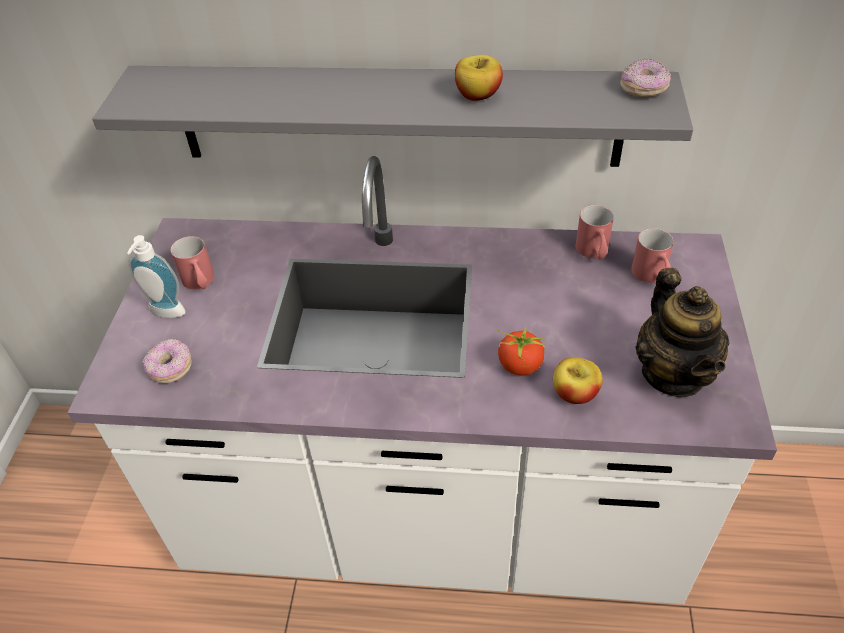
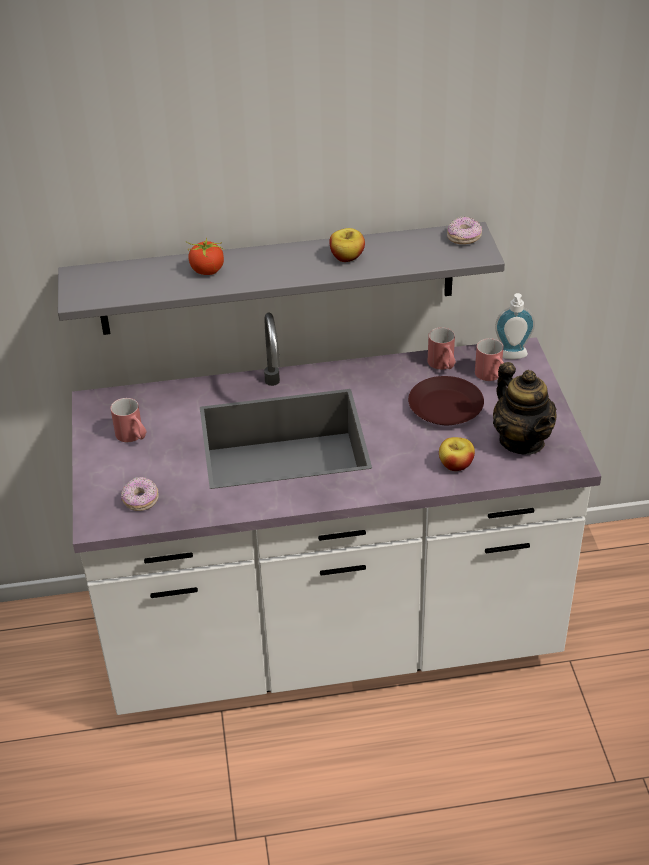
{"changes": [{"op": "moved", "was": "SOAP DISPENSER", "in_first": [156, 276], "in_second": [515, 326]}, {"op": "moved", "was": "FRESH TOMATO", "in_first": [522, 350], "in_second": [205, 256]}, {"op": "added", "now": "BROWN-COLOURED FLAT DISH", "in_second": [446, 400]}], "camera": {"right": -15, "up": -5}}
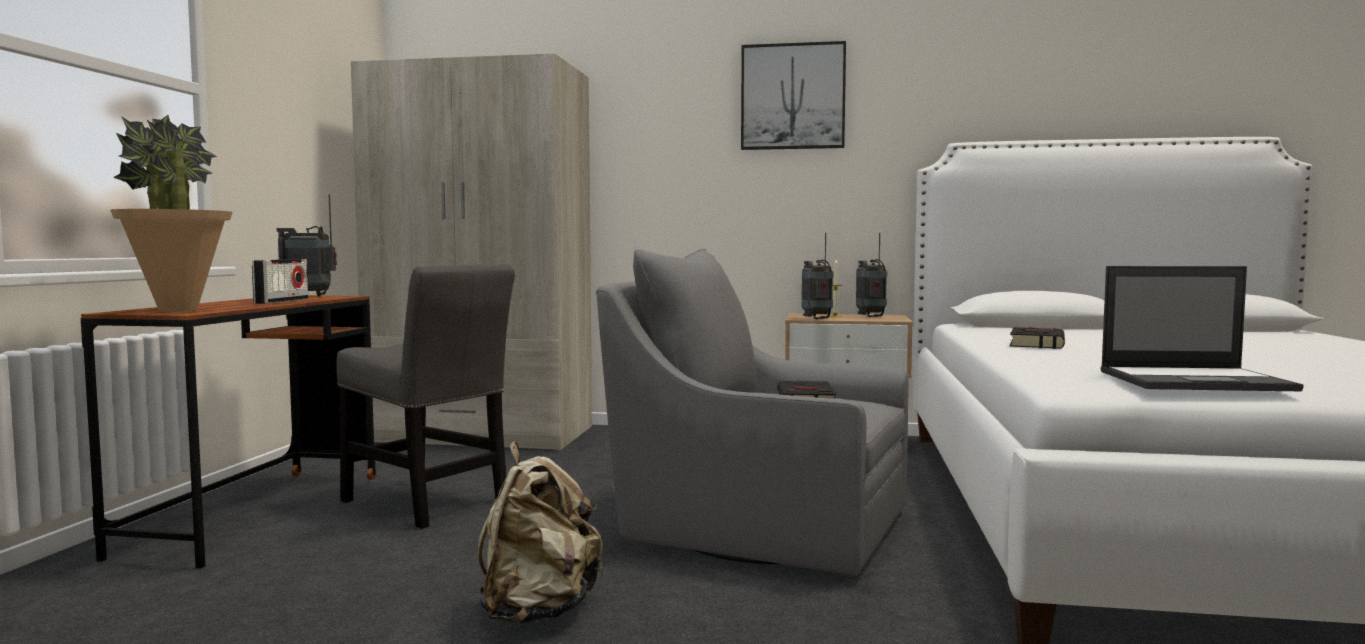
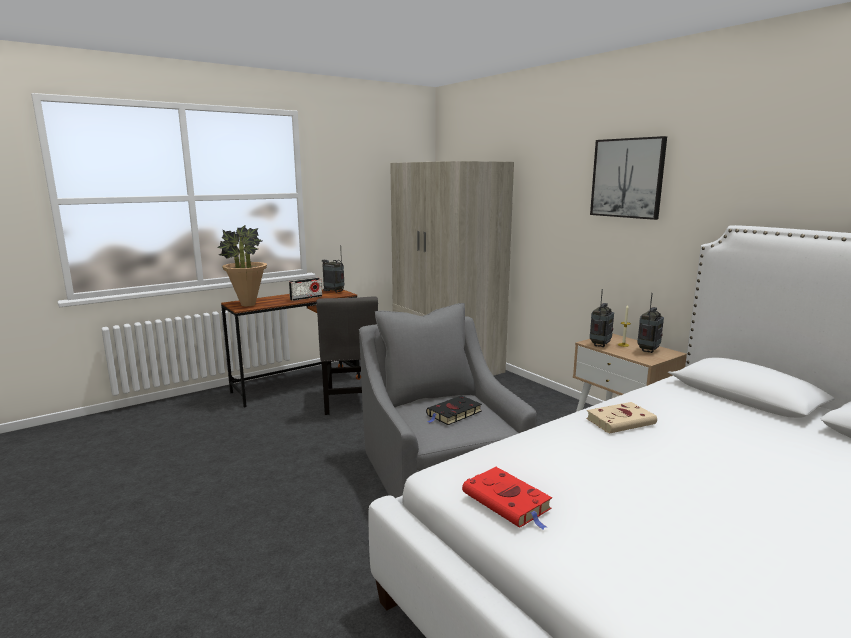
{"changes": [{"op": "replaced", "was": "NOTEBOOK COMPUTER", "now": "RED-COLOURED BOUND BOOK", "in_first": [1202, 328], "in_second": [507, 498]}, {"op": "recoloured", "was": "BLACKISH BOUND BOOK", "now": "SAND-COLOURED BOUND BOOK", "in_first": [1037, 338], "in_second": [621, 418]}, {"op": "removed", "was": "SAND-COLOURED RUCKSACK", "in_first": [541, 532]}], "camera": {"right": 45, "up": 10}}
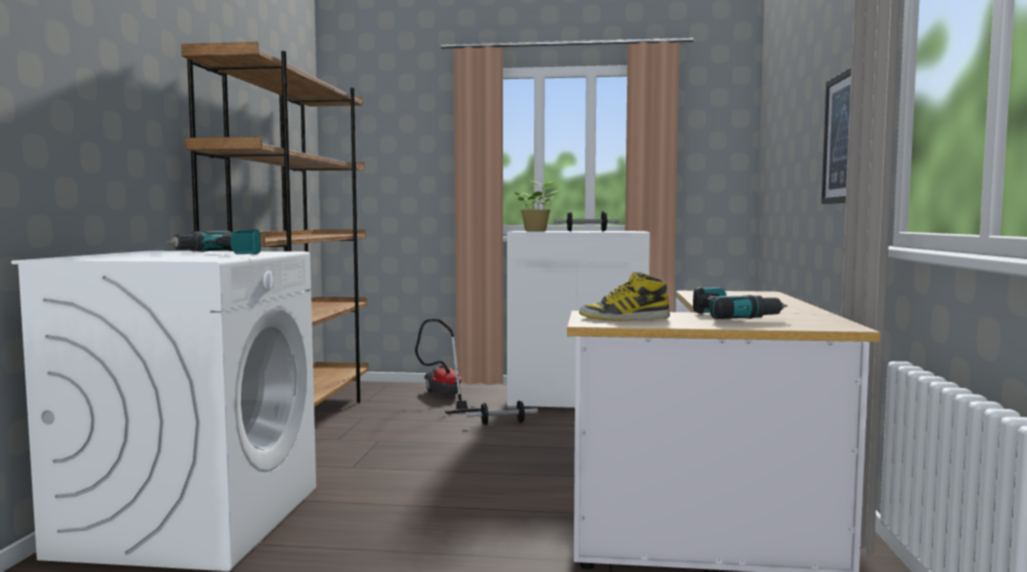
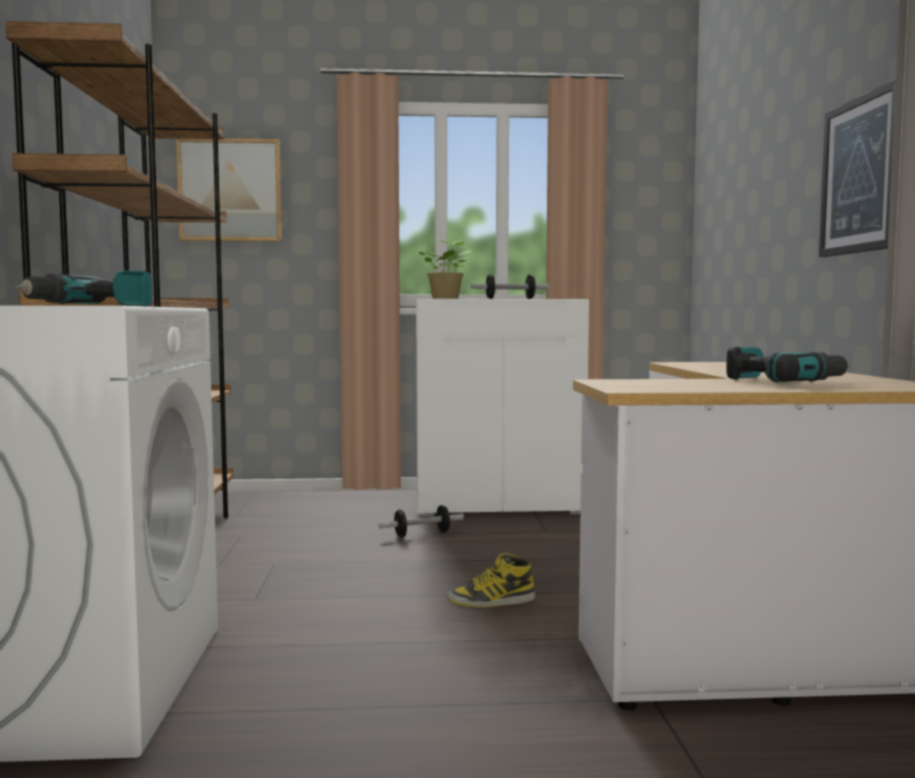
{"changes": [{"op": "moved", "was": "HIGH-TOP BOOT", "in_first": [624, 296], "in_second": [491, 580]}, {"op": "removed", "was": "VACUUM", "in_first": [448, 366]}, {"op": "added", "now": "WALL ART", "in_second": [229, 190]}], "camera": {"right": -10, "up": 0}}
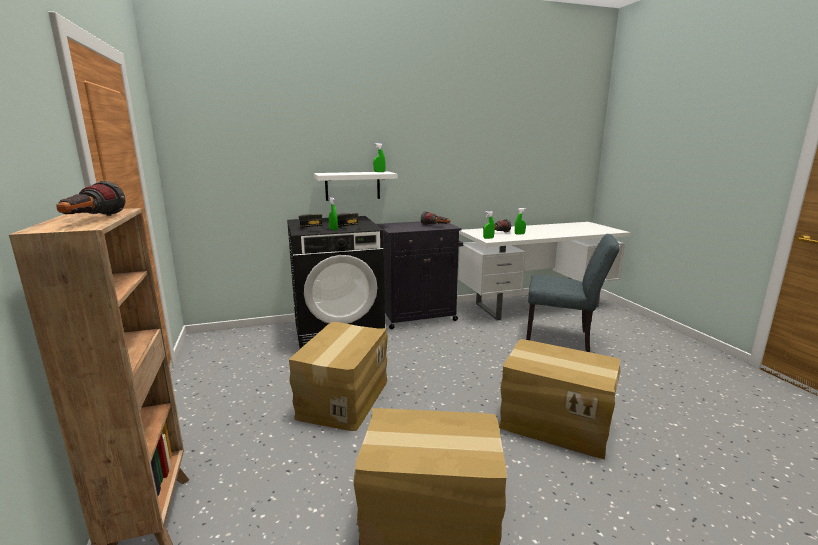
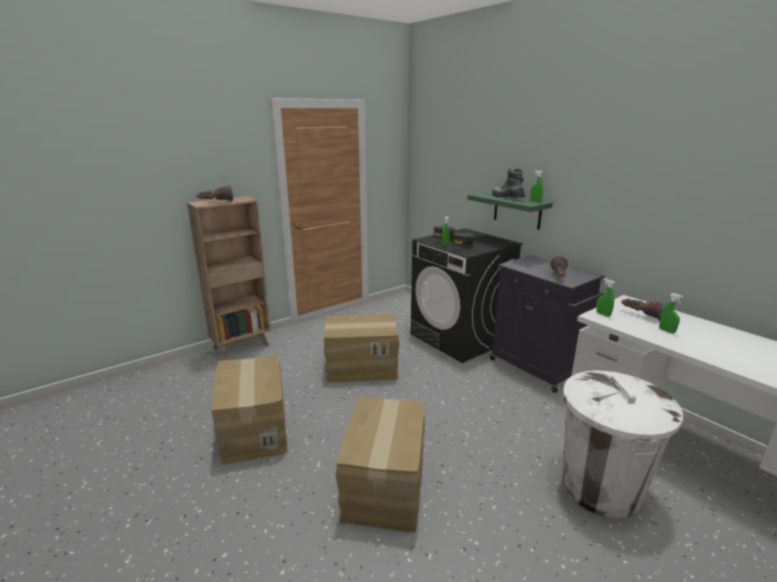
{"changes": [{"op": "recoloured", "was": "WHITE-COLOURED SHELF", "now": "GREENISH SHELF", "in_first": [355, 186], "in_second": [510, 211]}, {"op": "replaced", "was": "GREYISH UPRIGHT CHAIR", "now": "WHITE-COLOURED RUBBISH BIN", "in_first": [573, 293], "in_second": [622, 444]}, {"op": "added", "now": "HIGH-TOP BOOT", "in_second": [508, 183]}], "camera": {"right": 70, "up": 5}}
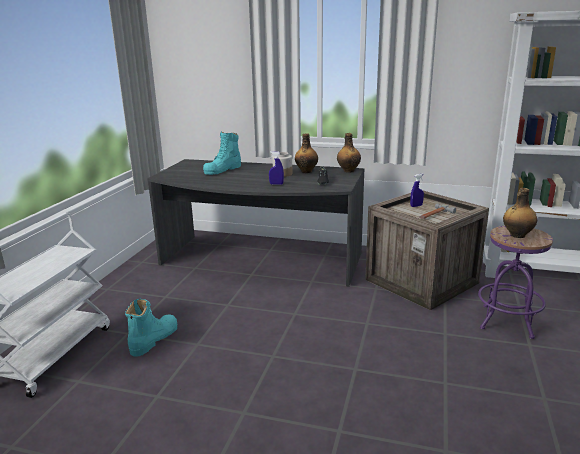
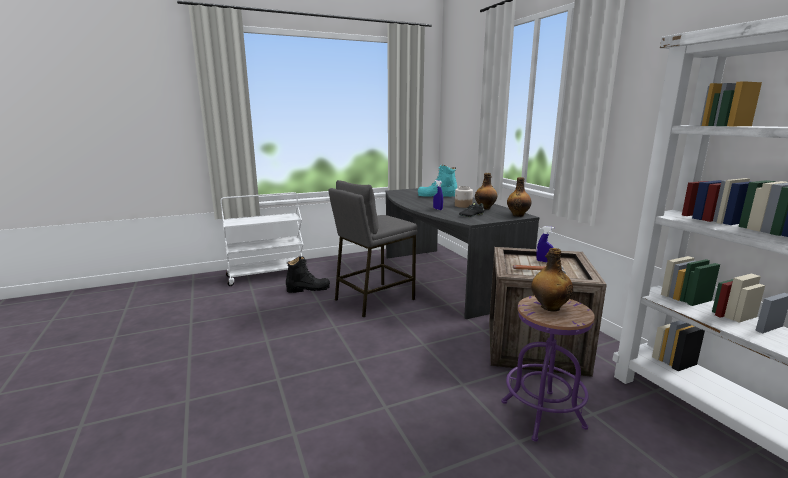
{"changes": [{"op": "recoloured", "was": "TURQUOISE HIGH-TOP BOOT", "now": "BLACKISH HIGH-TOP BOOT", "in_first": [151, 327], "in_second": [308, 274]}, {"op": "added", "now": "GREYISH SITTING STOOL", "in_second": [372, 248]}], "camera": {"right": 50, "up": -5}}
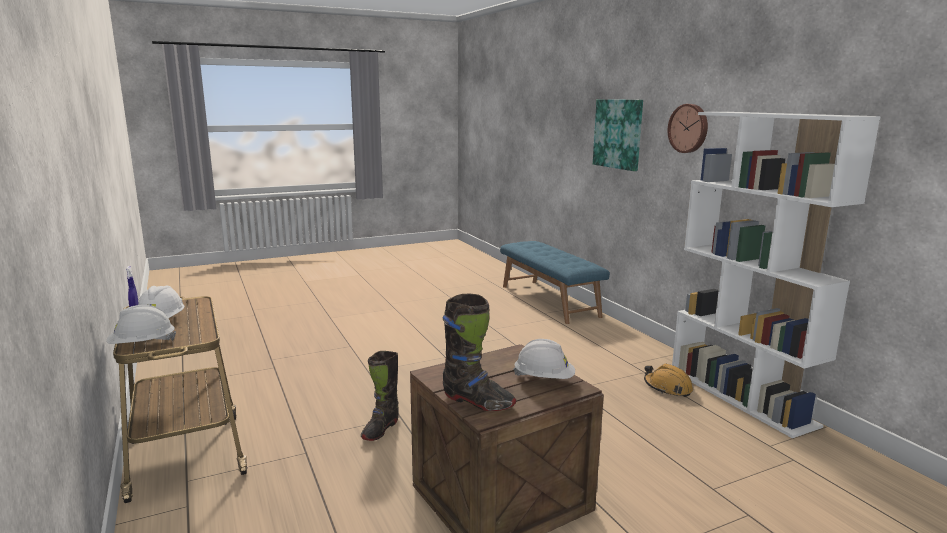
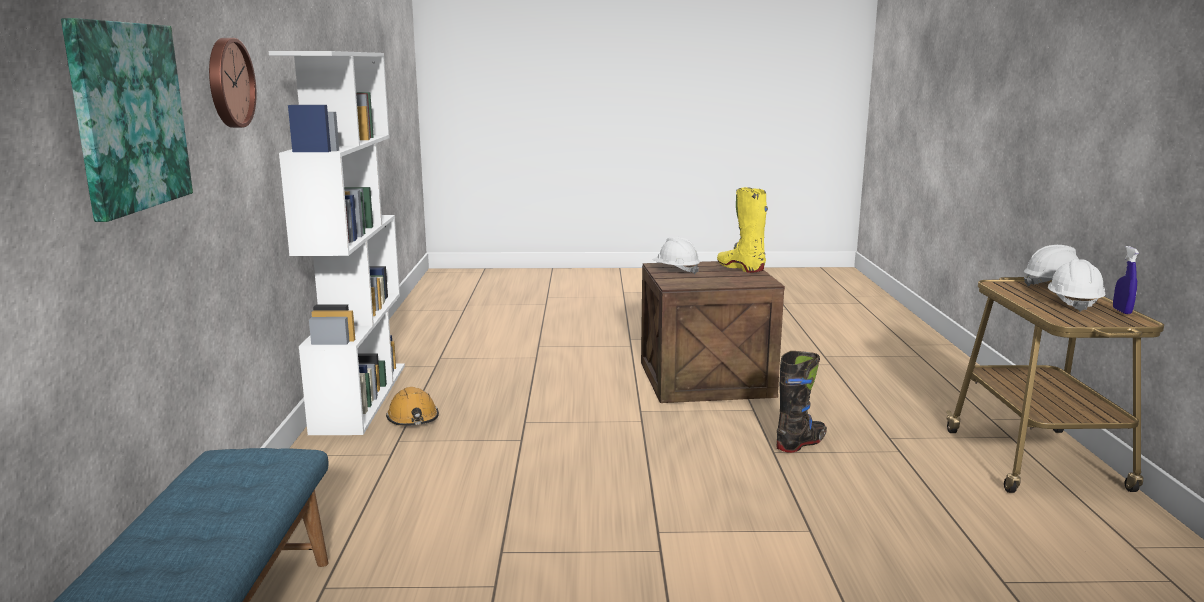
{"changes": [{"op": "recoloured", "was": "BLACKISH HIGH-TOP BOOT", "now": "YELLOW HIGH-TOP BOOT", "in_first": [479, 352], "in_second": [742, 230]}], "camera": {"right": -155, "up": 0}}
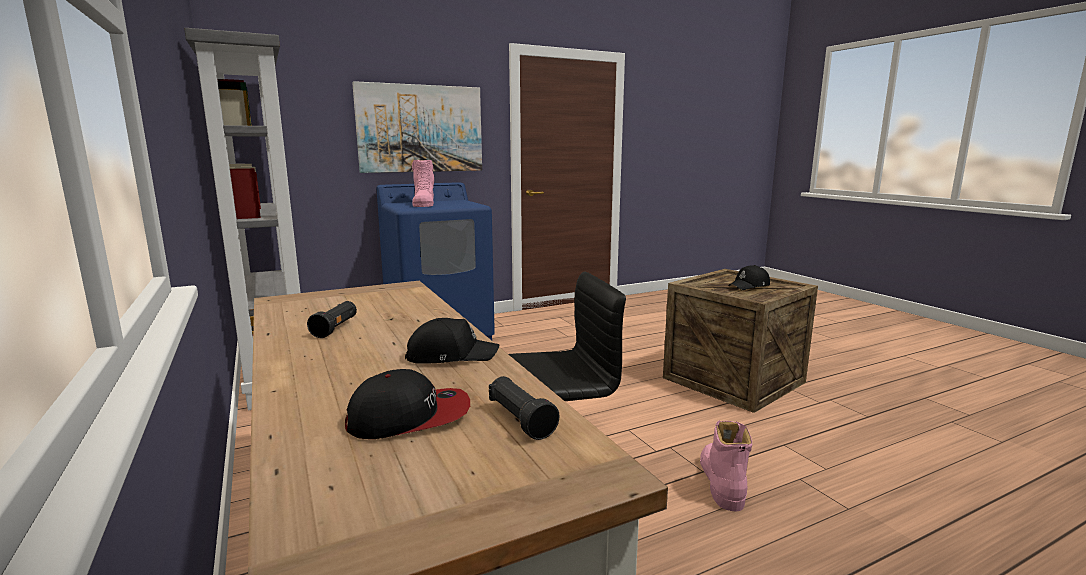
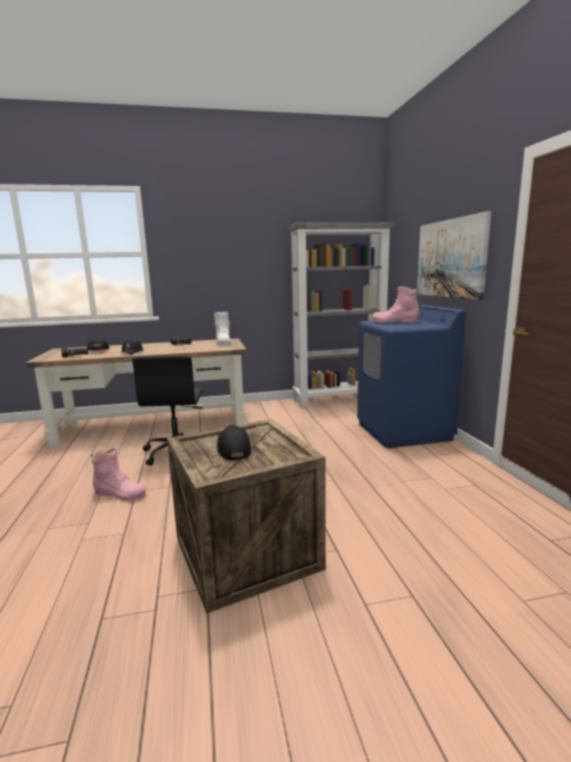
{"changes": [{"op": "added", "now": "WHITE-COLOURED HIGH-TOP BOOT", "in_second": [222, 328]}], "camera": {"right": 105, "up": 0}}
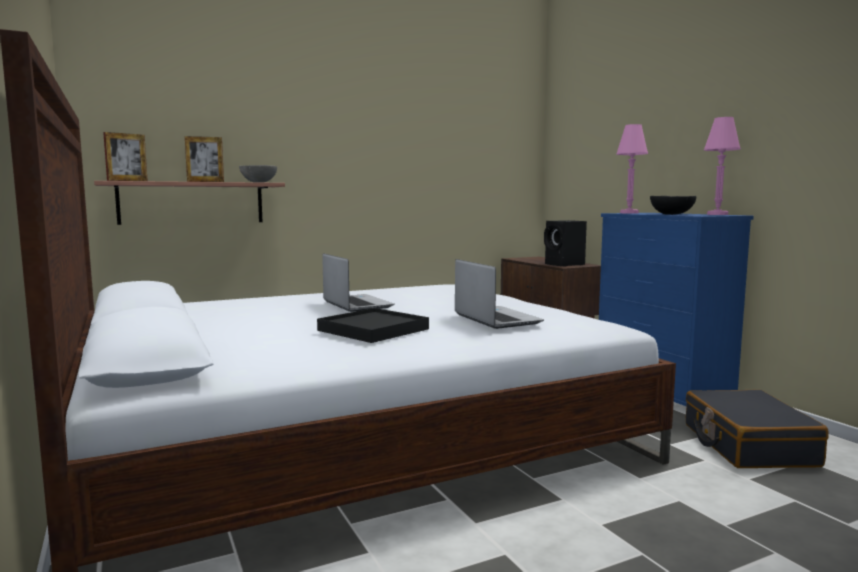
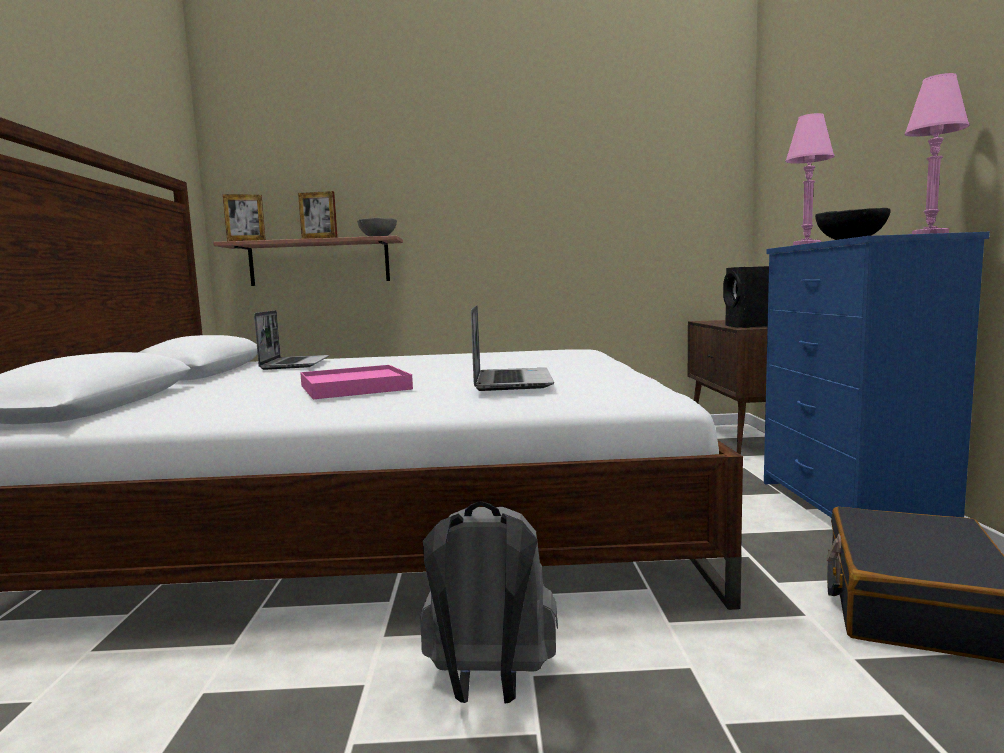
{"changes": [{"op": "moved", "was": "NOTEBOOK COMPUTER", "in_first": [358, 282], "in_second": [291, 340]}, {"op": "recoloured", "was": "BLACKISH SERVING TRAY", "now": "PINK SERVING TRAY", "in_first": [373, 325], "in_second": [356, 382]}, {"op": "added", "now": "GREYISH RUCKSACK", "in_second": [489, 602]}], "camera": {"right": 25, "up": 0}}
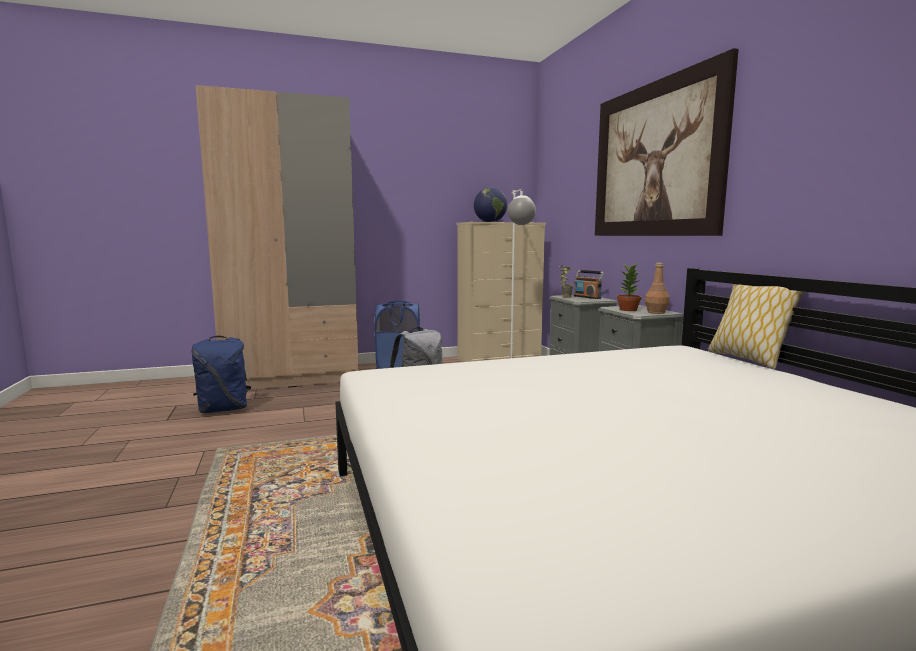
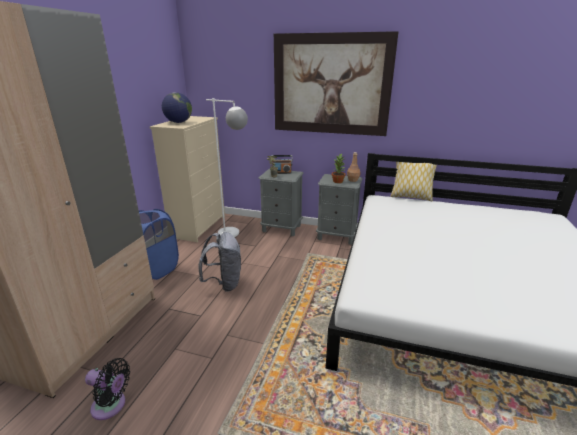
{"changes": [{"op": "replaced", "was": "BLUISH RUCKSACK", "now": "BLACKISH ELECTRIC FAN", "in_first": [221, 374], "in_second": [107, 389]}], "camera": {"right": -55, "up": 15}}
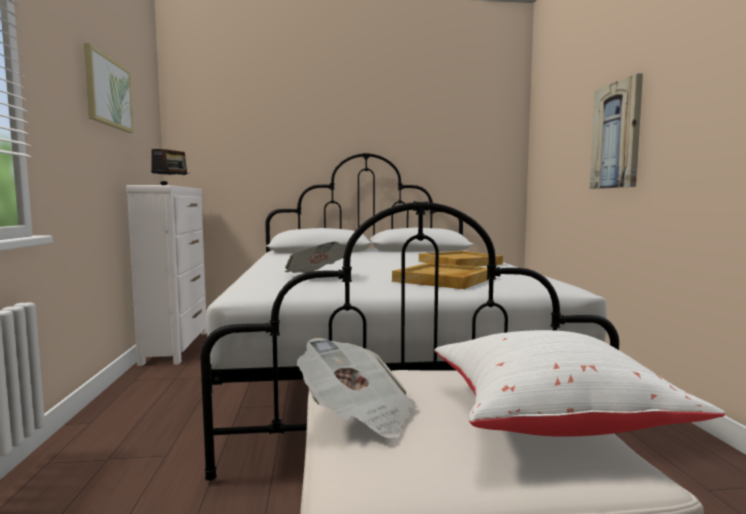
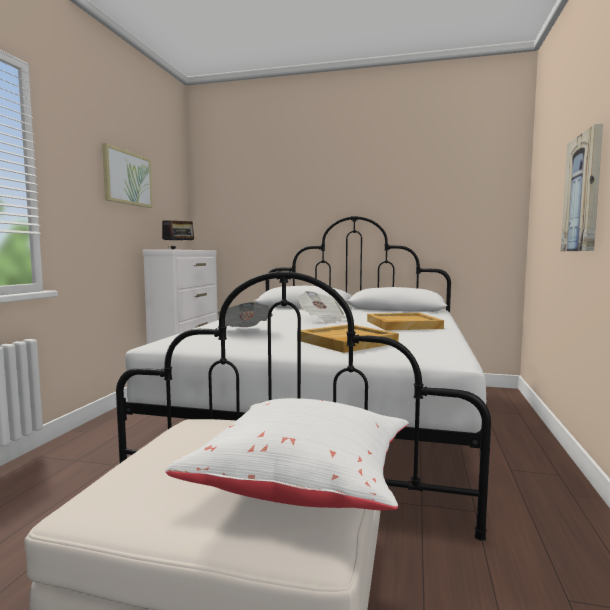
{"changes": [{"op": "moved", "was": "DAILY PAPER", "in_first": [356, 388], "in_second": [322, 307]}], "camera": {"right": 20, "up": 0}}
